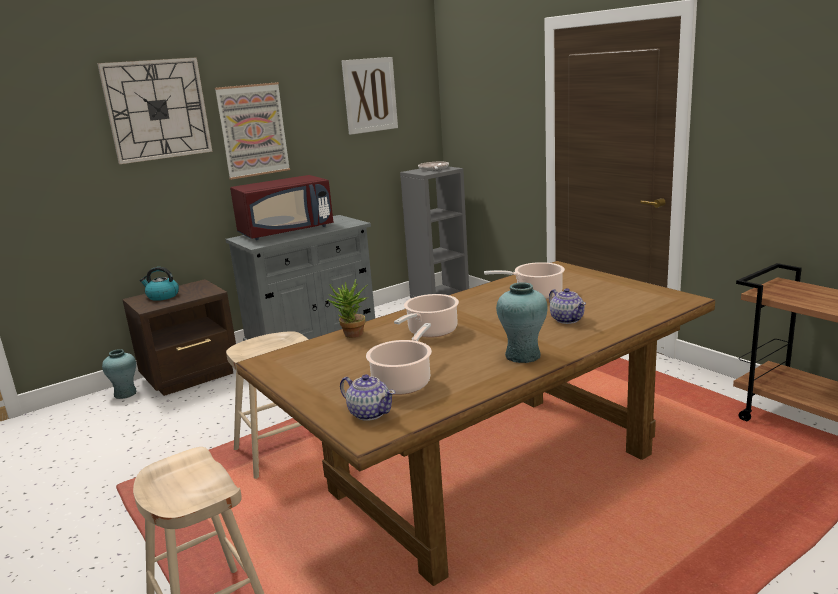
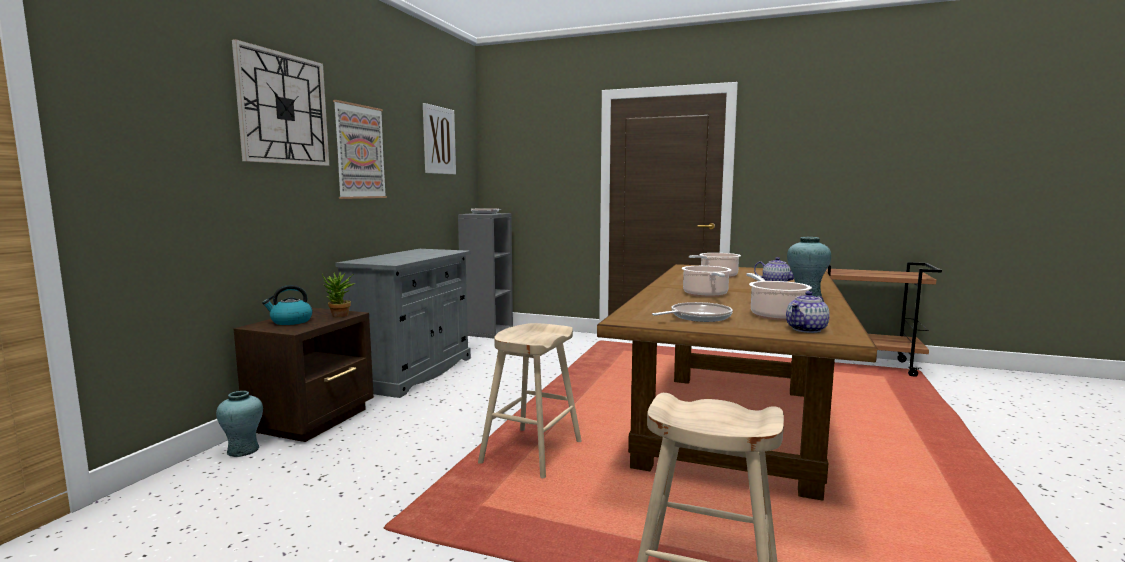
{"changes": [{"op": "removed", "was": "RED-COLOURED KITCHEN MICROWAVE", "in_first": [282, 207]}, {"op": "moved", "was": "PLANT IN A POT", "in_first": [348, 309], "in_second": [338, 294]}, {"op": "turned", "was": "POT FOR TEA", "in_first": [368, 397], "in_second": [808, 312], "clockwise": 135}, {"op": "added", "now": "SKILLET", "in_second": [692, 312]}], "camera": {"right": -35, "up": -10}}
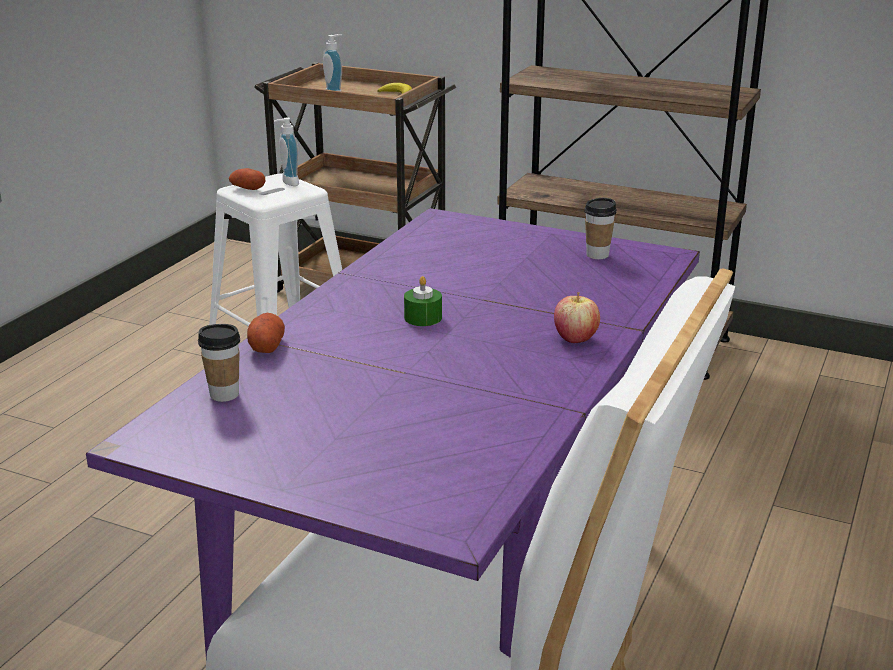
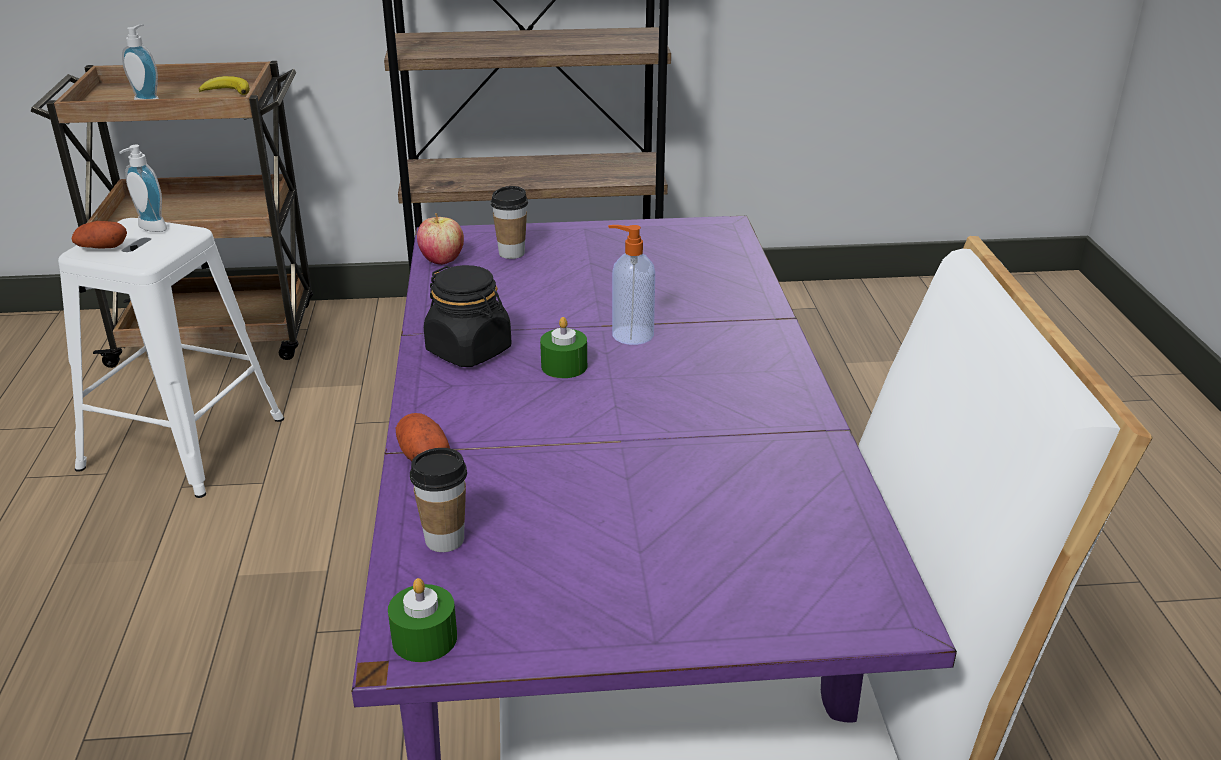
{"changes": [{"op": "moved", "was": "CUP", "in_first": [600, 228], "in_second": [509, 222]}, {"op": "moved", "was": "WHOLE APPLE", "in_first": [577, 317], "in_second": [440, 239]}, {"op": "added", "now": "SOAP DISPENSER", "in_second": [631, 285]}, {"op": "added", "now": "BLACKISH PRESERVE JAR", "in_second": [467, 316]}, {"op": "added", "now": "GREENISH WAX CANDLE", "in_second": [422, 620]}], "camera": {"right": -30, "up": 5}}
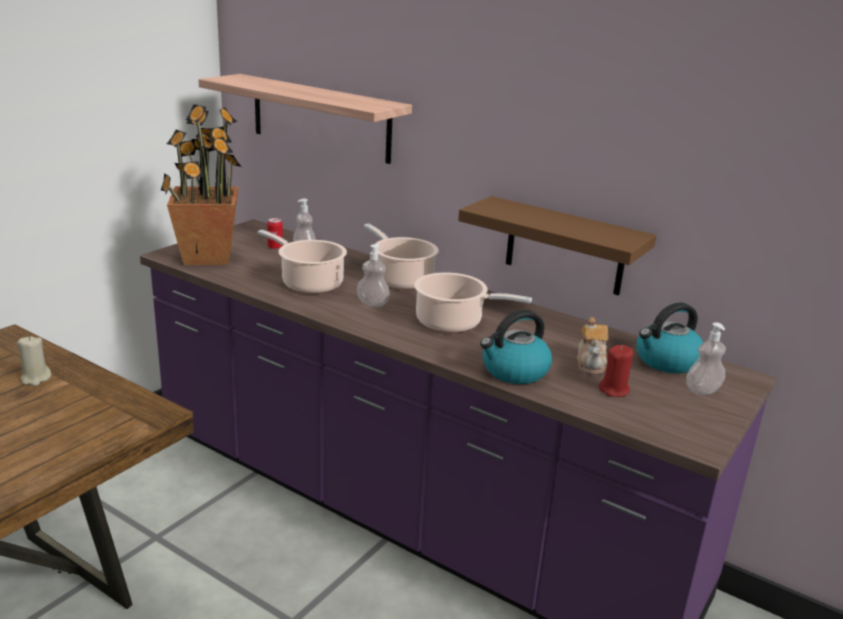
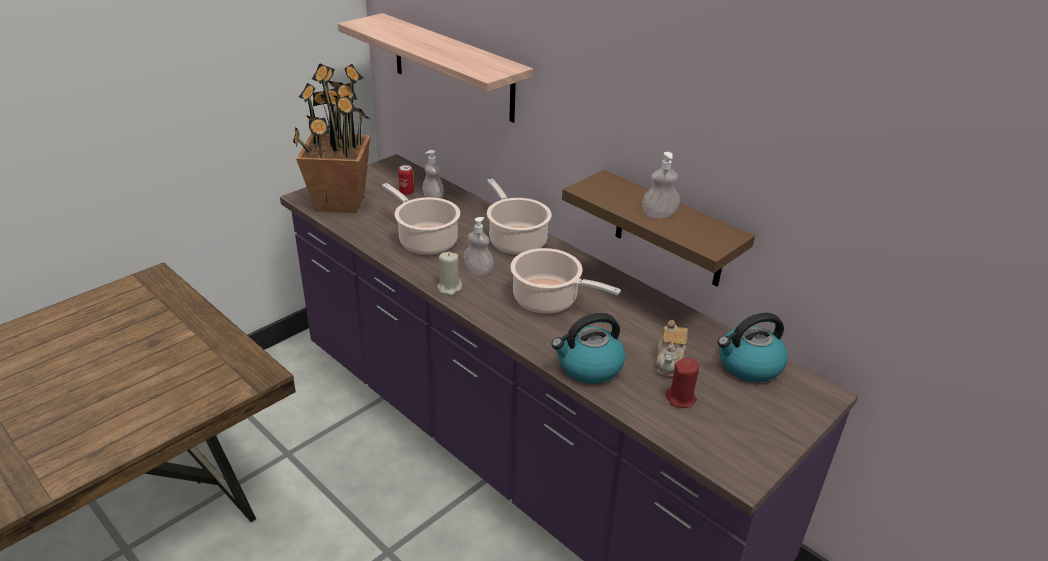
{"changes": [{"op": "moved", "was": "SOAP DISPENSER", "in_first": [706, 358], "in_second": [661, 185]}, {"op": "moved", "was": "SAND-COLOURED WAX CANDLE", "in_first": [34, 361], "in_second": [449, 274]}], "camera": {"right": 10, "up": 10}}
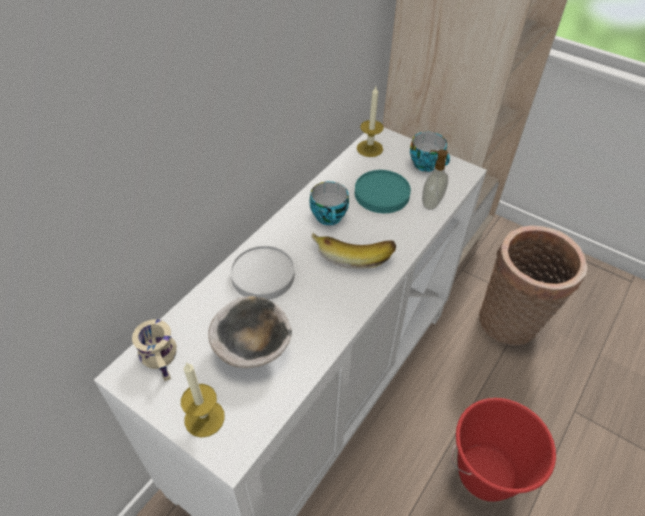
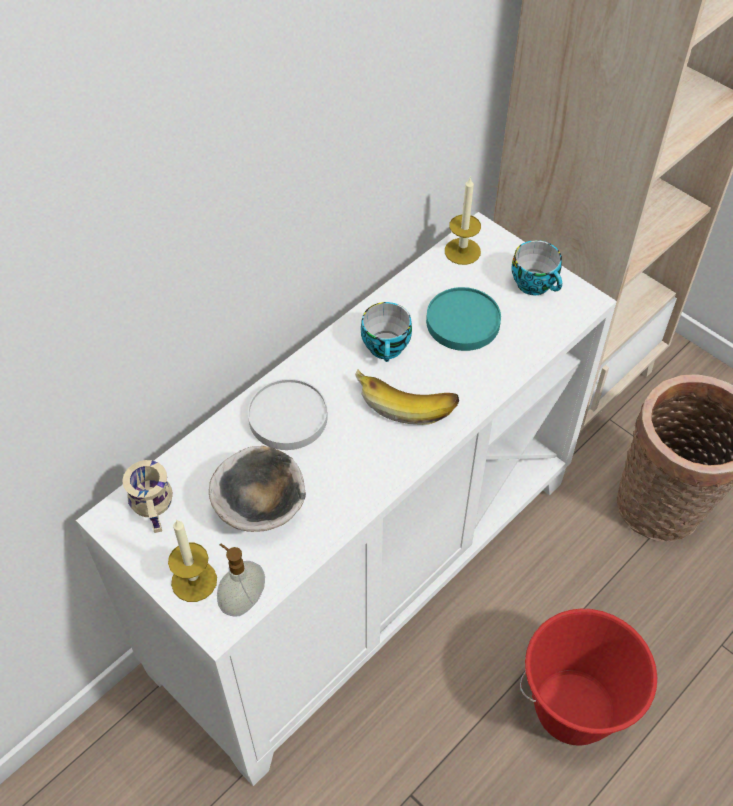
{"changes": [{"op": "moved", "was": "SOAP DISPENSER", "in_first": [435, 179], "in_second": [241, 580]}], "camera": {"right": 10, "up": 5}}
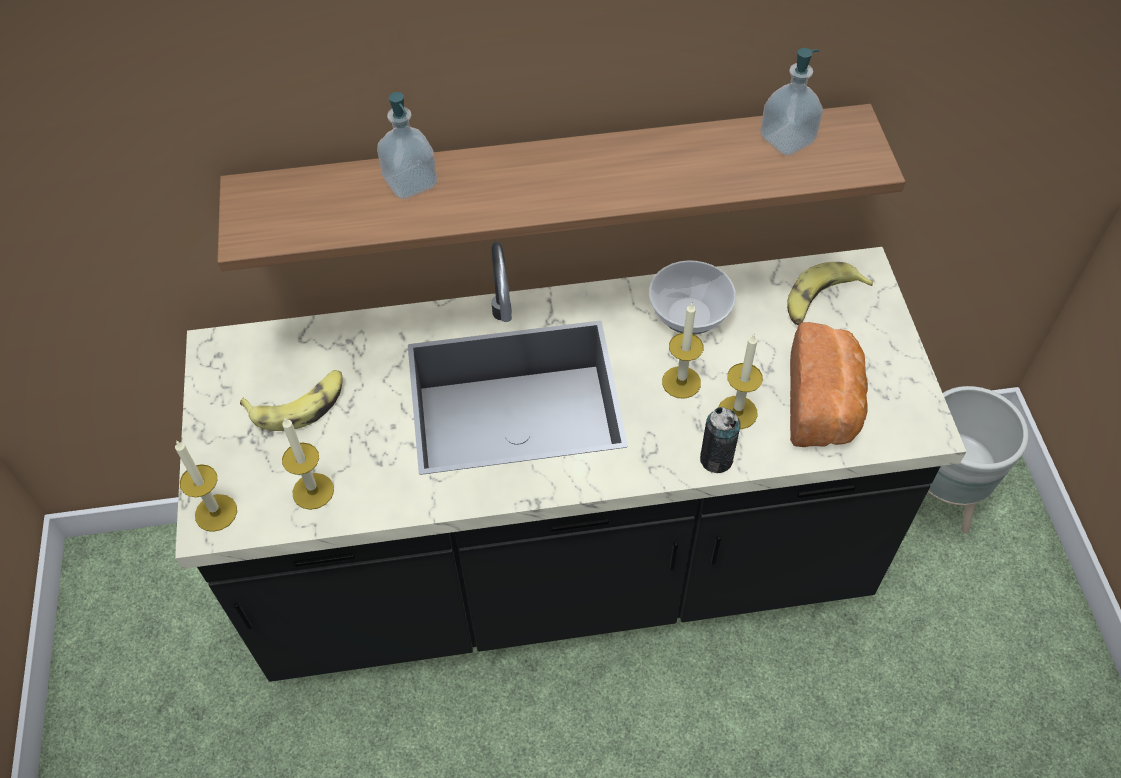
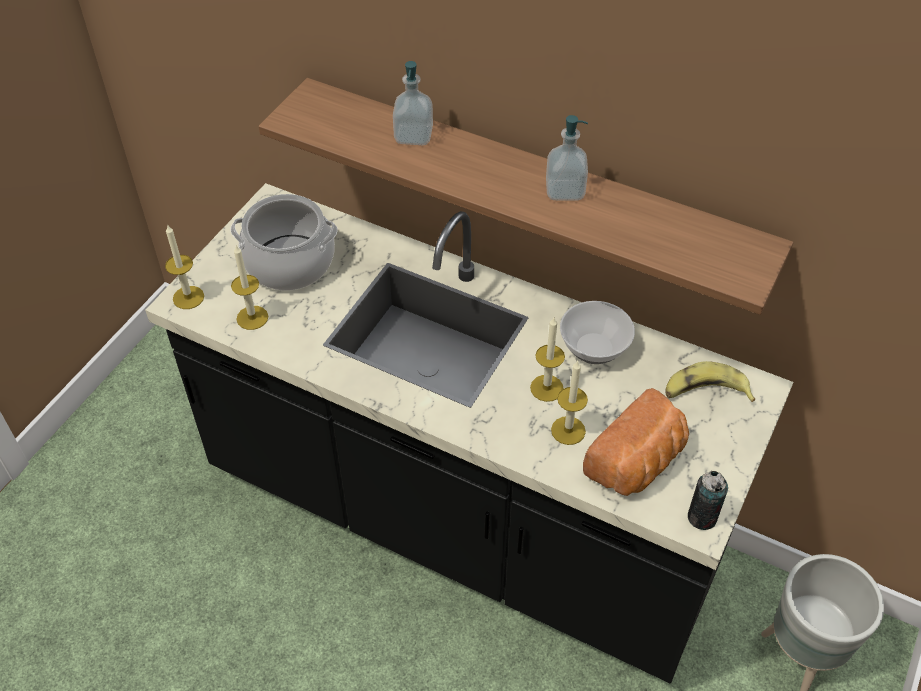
{"changes": [{"op": "moved", "was": "SOAP DISPENSER", "in_first": [791, 102], "in_second": [567, 158]}, {"op": "replaced", "was": "BANANA FRUIT", "now": "COOKING POT", "in_first": [291, 400], "in_second": [284, 242]}, {"op": "moved", "was": "CAN", "in_first": [720, 440], "in_second": [708, 500]}], "camera": {"right": 35, "up": -5}}
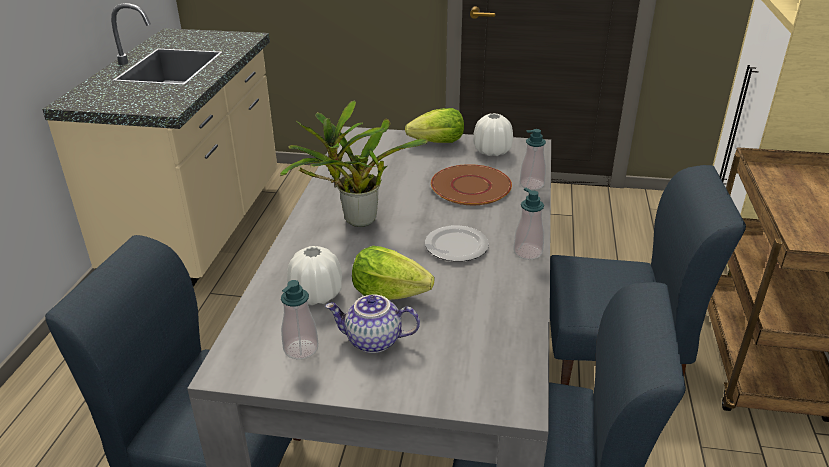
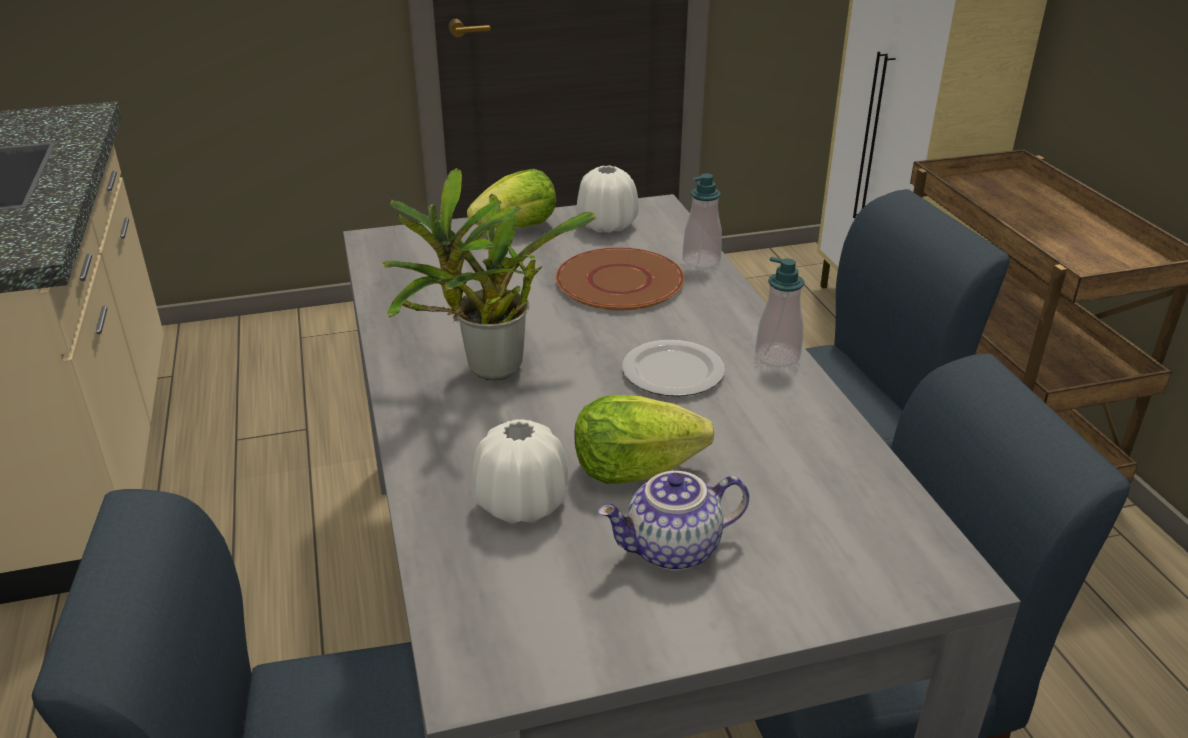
{"changes": [{"op": "removed", "was": "SOAP DISPENSER", "in_first": [299, 319]}], "camera": {"right": -25, "up": 0}}
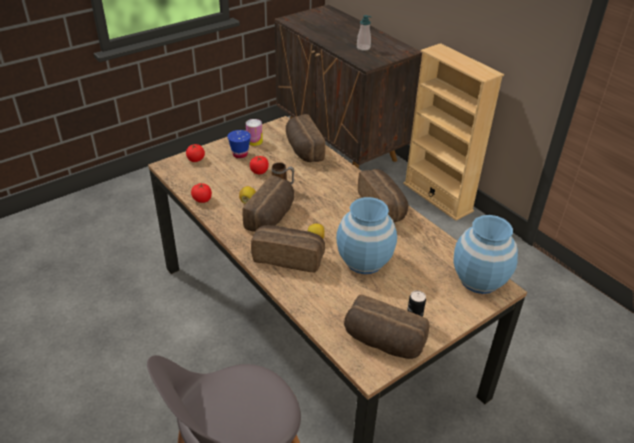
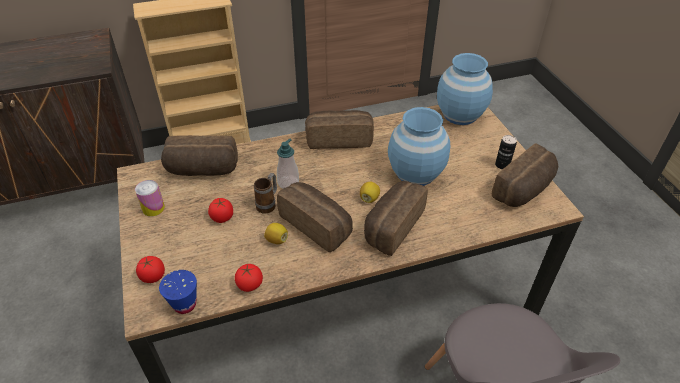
{"changes": [{"op": "moved", "was": "SOAP DISPENSER", "in_first": [364, 33], "in_second": [288, 163]}, {"op": "moved", "was": "BLUISH CUP", "in_first": [239, 144], "in_second": [178, 292]}], "camera": {"right": -70, "up": 5}}
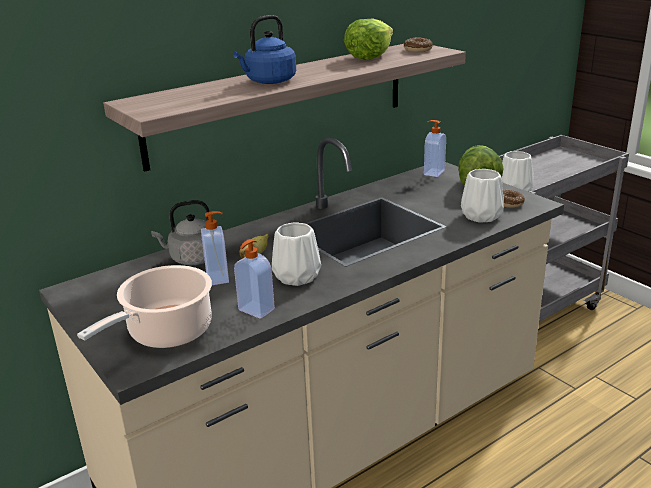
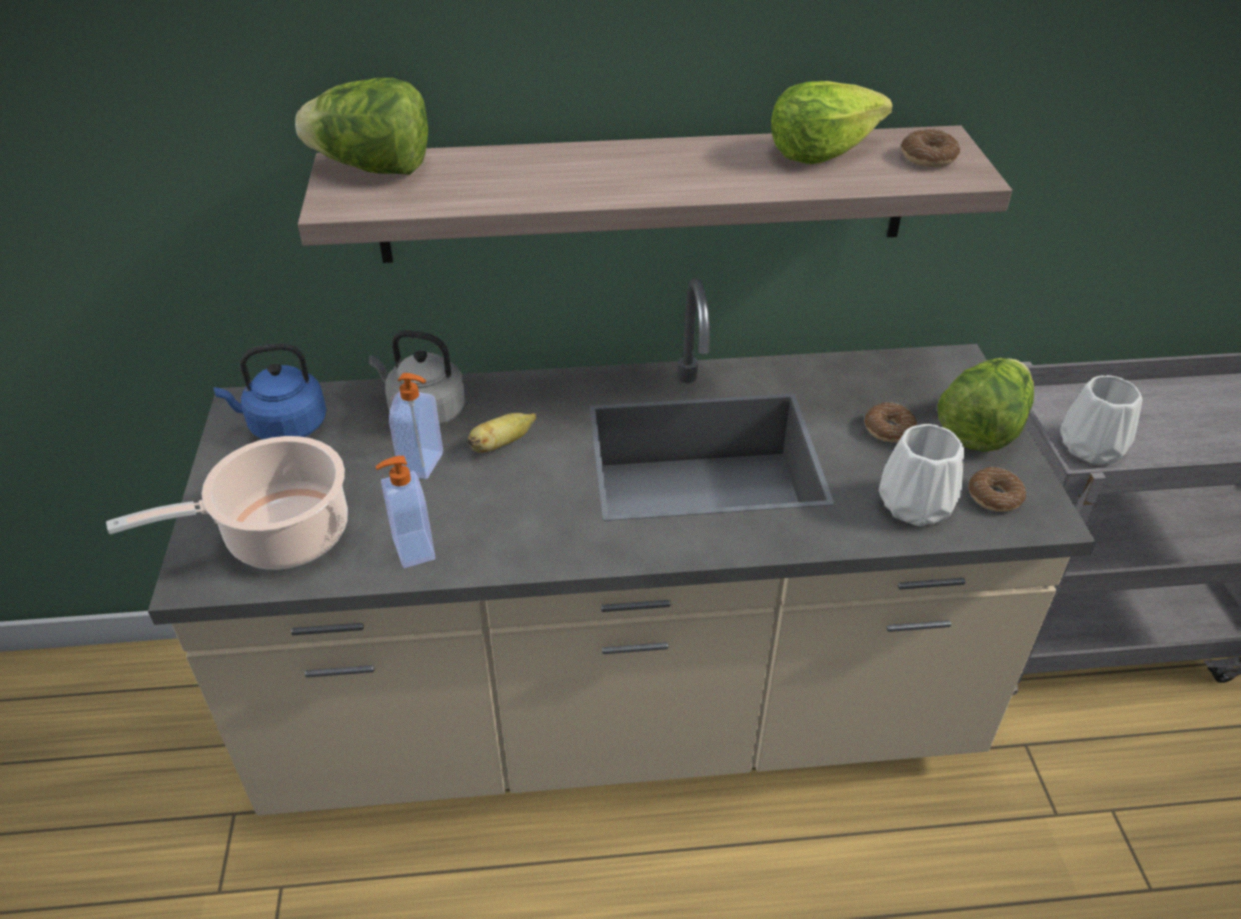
{"changes": [{"op": "moved", "was": "BLUISH WATER KETTLE", "in_first": [264, 49], "in_second": [270, 391]}, {"op": "removed", "was": "SOAP DISPENSER", "in_first": [435, 148]}, {"op": "removed", "was": "WHITE-COLOURED DECORATIVE VASE", "in_first": [296, 254]}, {"op": "added", "now": "HEAD OF LETTUCE", "in_second": [361, 126]}, {"op": "added", "now": "DONUT", "in_second": [890, 422]}], "camera": {"right": 30, "up": 15}}
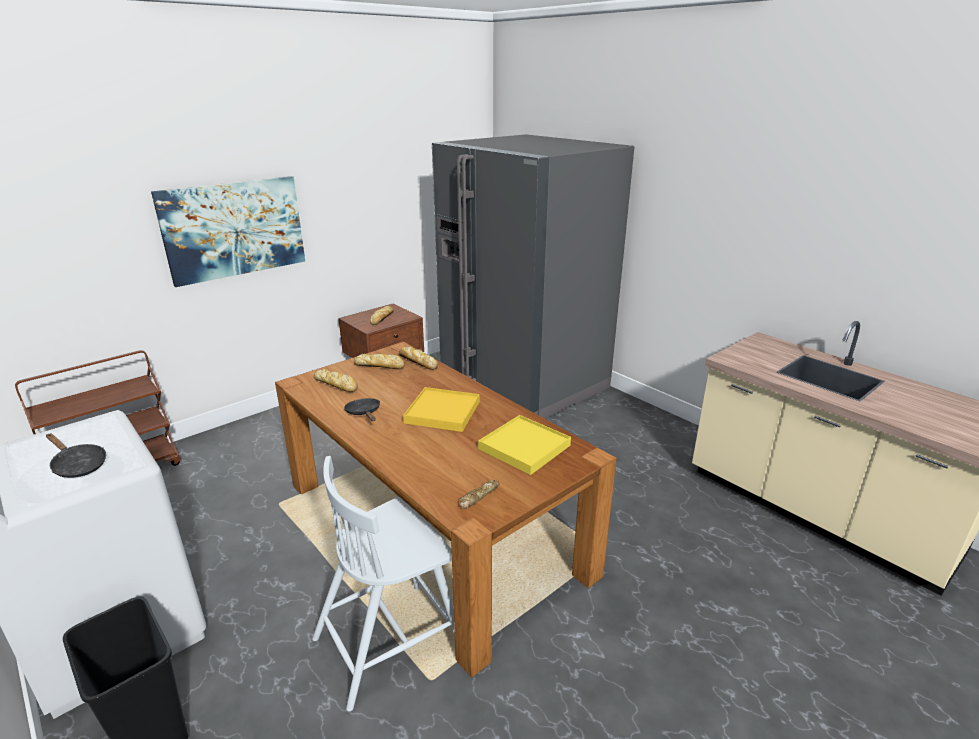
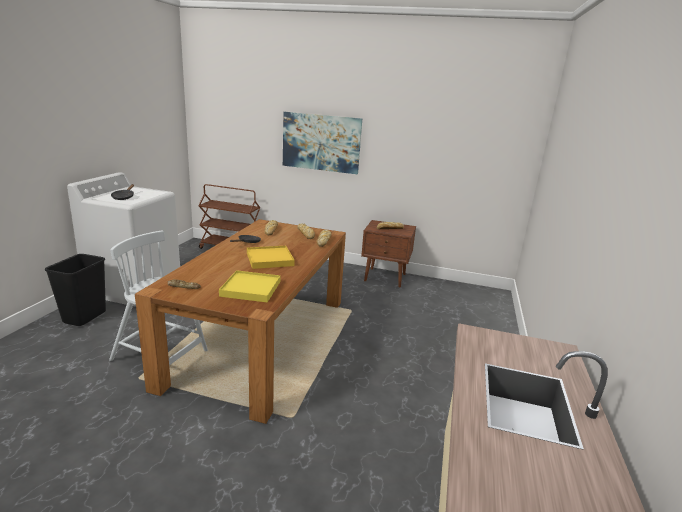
{"changes": [{"op": "removed", "was": "GREYISH KITCHEN FRIDGE", "in_first": [533, 276]}], "camera": {"right": 55, "up": -5}}
